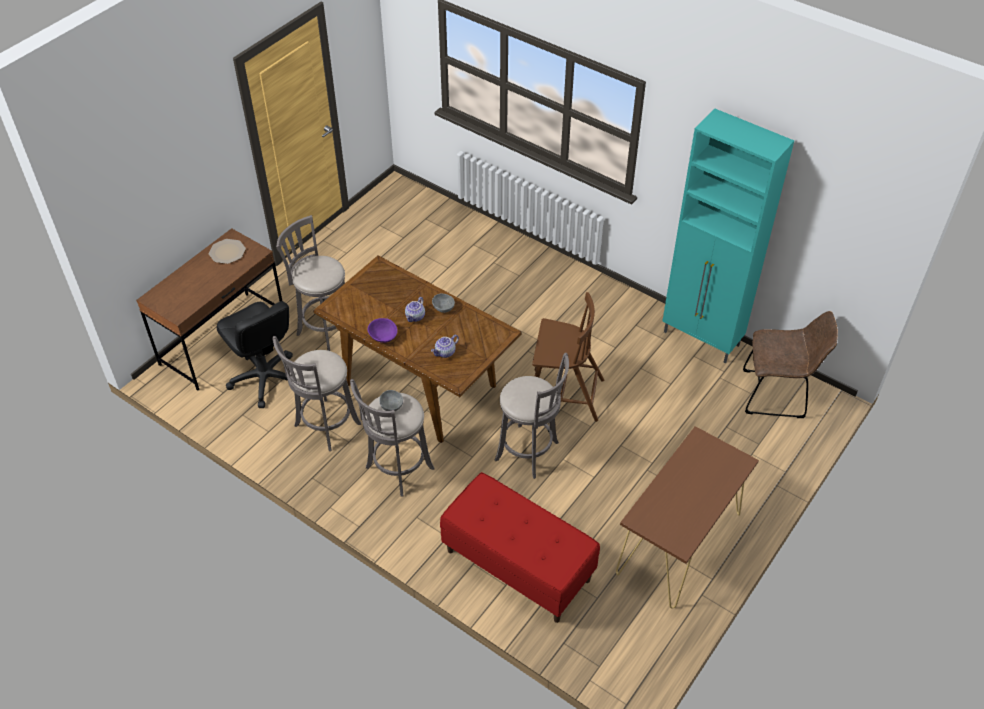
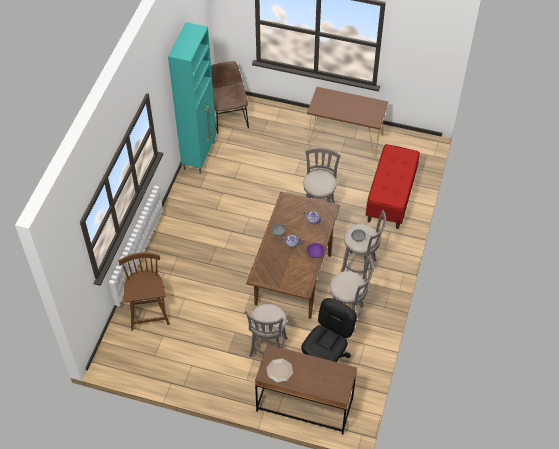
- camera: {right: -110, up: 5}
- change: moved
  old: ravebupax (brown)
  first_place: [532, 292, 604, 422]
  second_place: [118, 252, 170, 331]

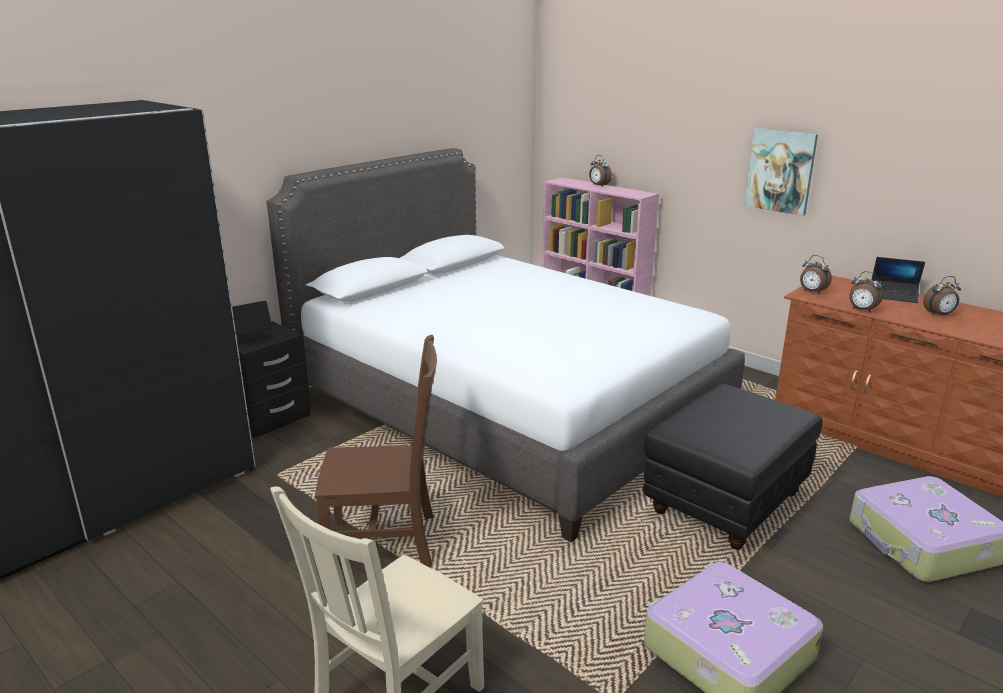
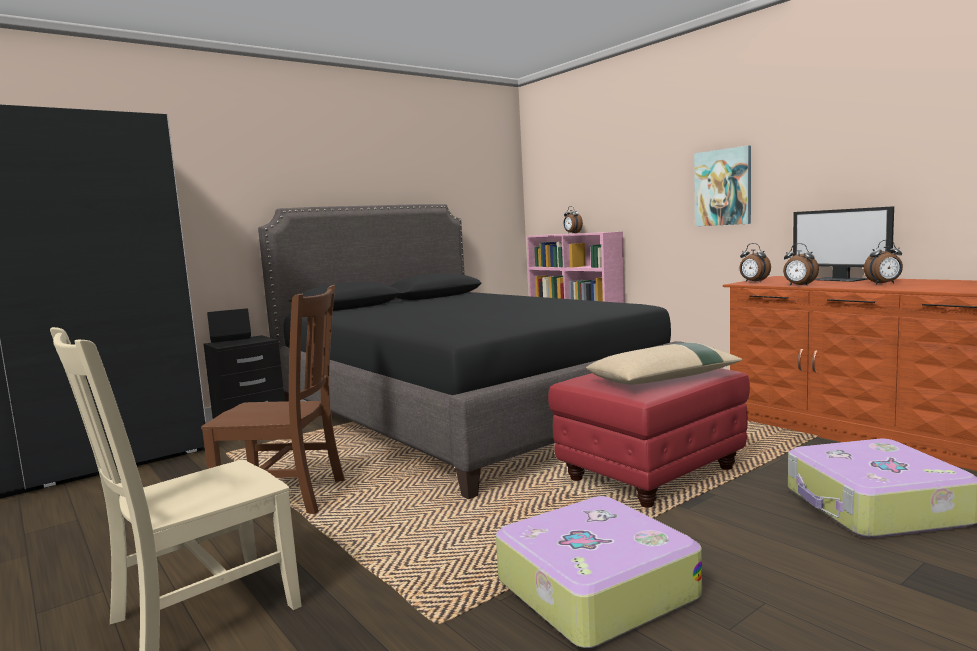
- camera: {right: 10, up: -15}
- change: recoloured
  old: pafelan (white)
  new: pafelan (black)
  first_place: [267, 148, 745, 542]
  second_place: [258, 204, 685, 499]
- change: recoloured
  old: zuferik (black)
  new: zuferik (red)
  first_place: [643, 384, 823, 550]
  second_place: [548, 368, 750, 508]
- change: added
  new: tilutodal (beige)
  second_place: [586, 343, 743, 385]
- change: replaced
  old: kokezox
  new: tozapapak
  first_place: [871, 257, 925, 303]
  second_place: [793, 206, 894, 282]

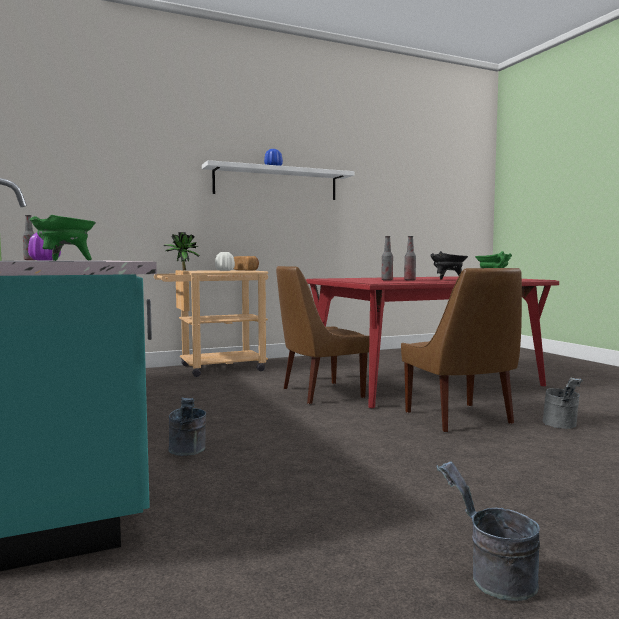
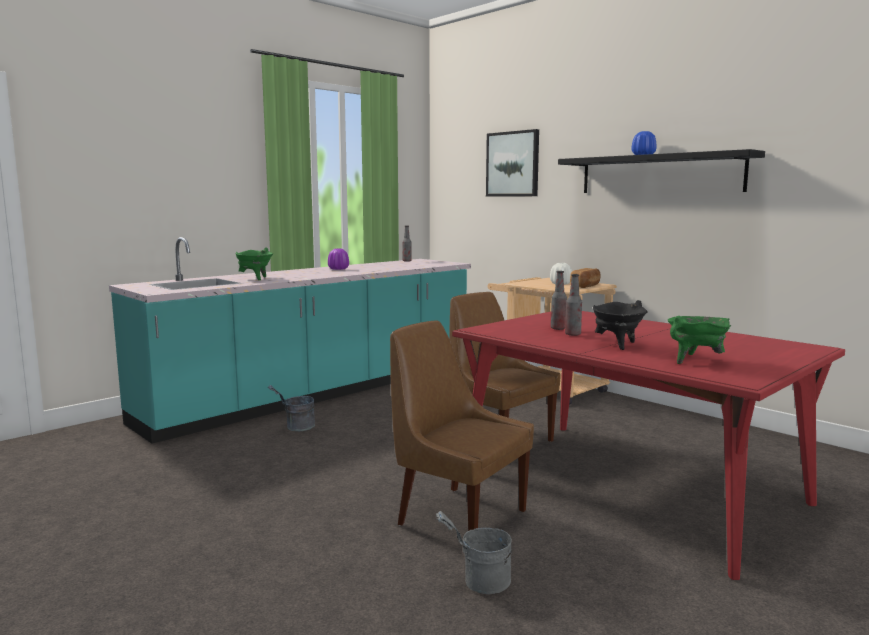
- camera: {right: 70, up: 5}
- change: turned
  old: ravebupax (brown)
  first_place: [401, 268, 522, 432]
  second_place: [390, 320, 534, 531]
  degrees: 75
- change: added
  new: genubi
  second_place: [486, 129, 539, 196]
- change: recoloured
  old: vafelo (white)
  new: vafelo (black)
  first_place: [202, 160, 354, 200]
  second_place: [558, 149, 765, 193]
- change: removed
  old: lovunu
  first_place: [164, 232, 201, 270]
- change: removed
  old: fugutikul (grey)
  first_place: [436, 461, 540, 601]

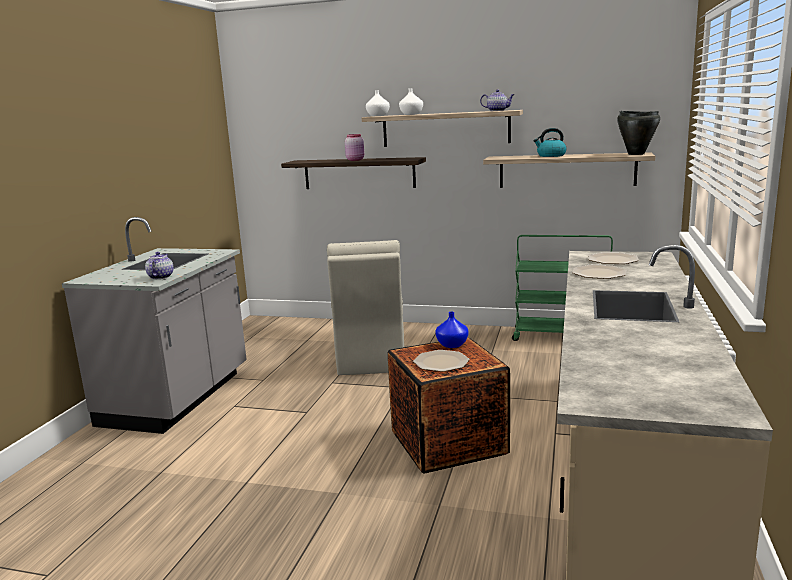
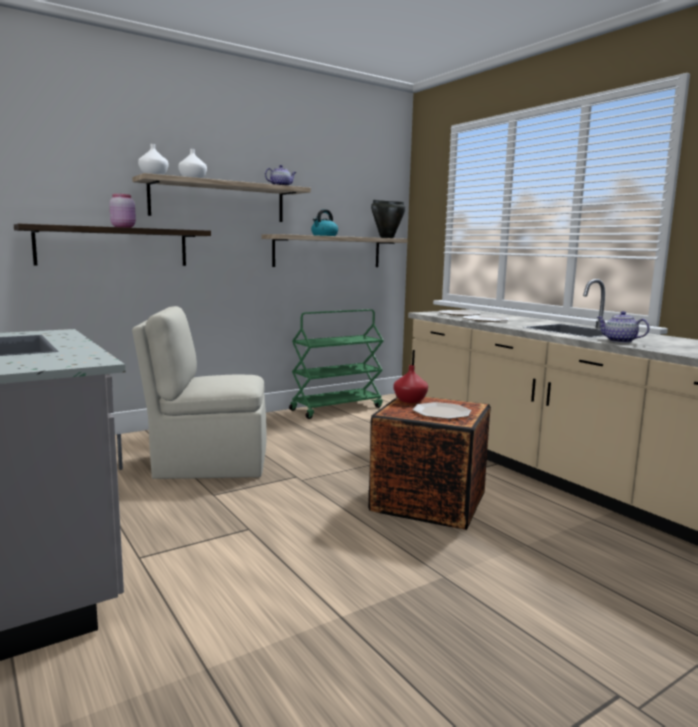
- camera: {right: -50, up: -5}
- change: turned
  old: ravebupax (beige)
  first_place: [327, 240, 404, 375]
  second_place: [132, 306, 267, 479]
  degrees: 135
- change: recoloured
  old: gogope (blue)
  new: gogope (red)
  first_place: [435, 312, 469, 348]
  second_place: [394, 365, 428, 403]
- change: moved
  old: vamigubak
  first_place: [145, 252, 174, 279]
  second_place: [597, 311, 650, 343]

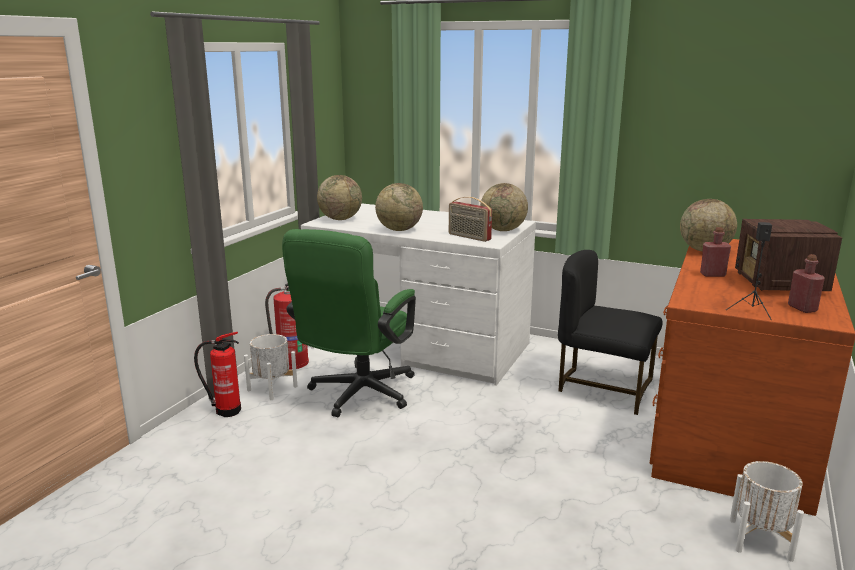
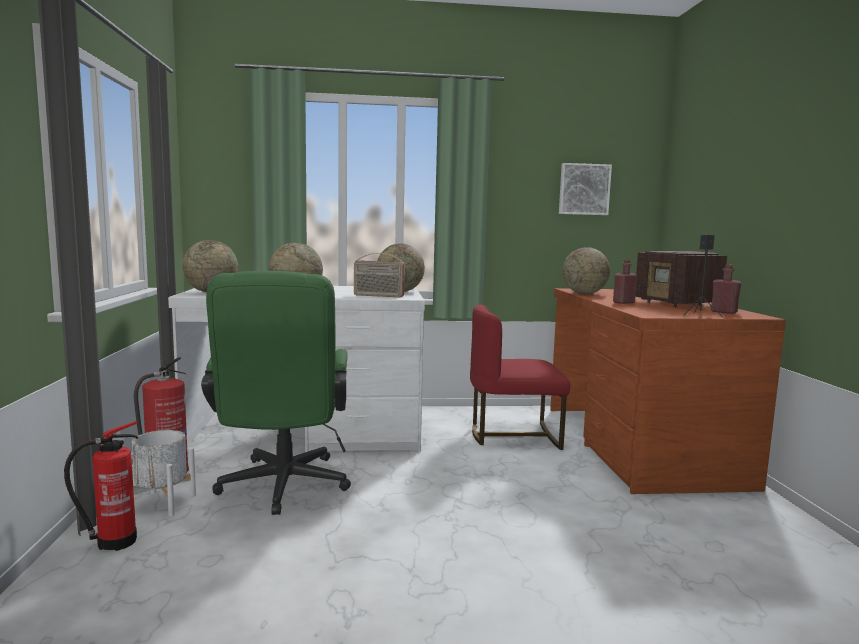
- camera: {right: -30, up: -10}
- change: recoloured
  old: ravebupax (black)
  new: ravebupax (red)
  first_place: [558, 250, 662, 415]
  second_place: [470, 305, 570, 450]
- change: added
  new: genubi
  second_place: [559, 163, 612, 215]
- change: removed
  old: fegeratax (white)
  first_place: [730, 461, 804, 562]

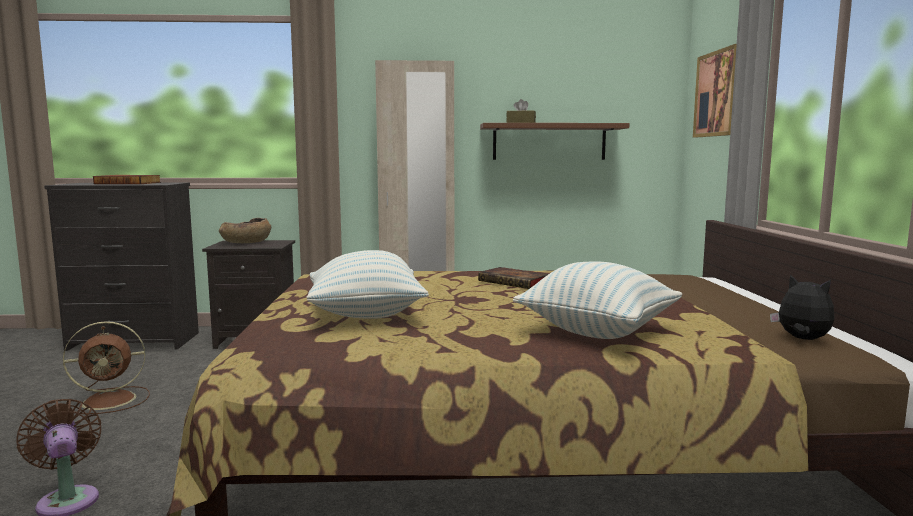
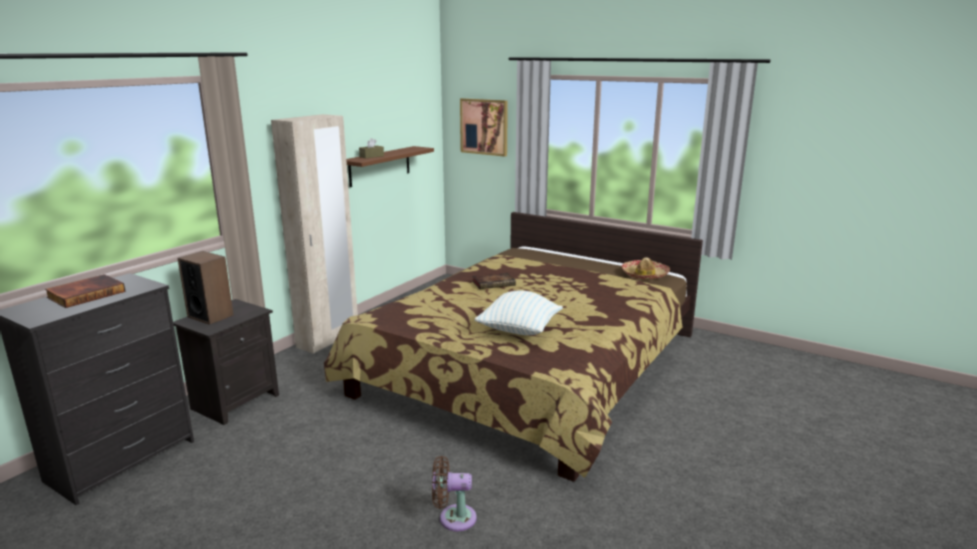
- camera: {right: -55, up: 10}
- change: replaced
  old: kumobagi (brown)
  new: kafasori
  first_place: [219, 218, 271, 243]
  second_place: [178, 251, 234, 325]
- change: replaced
  old: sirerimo
  new: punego
  first_place: [770, 274, 835, 340]
  second_place: [622, 258, 670, 280]
- change: removed
  old: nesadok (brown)
  first_place: [63, 321, 150, 414]
- change: removed
  old: tilutodal
  first_place: [513, 261, 682, 339]

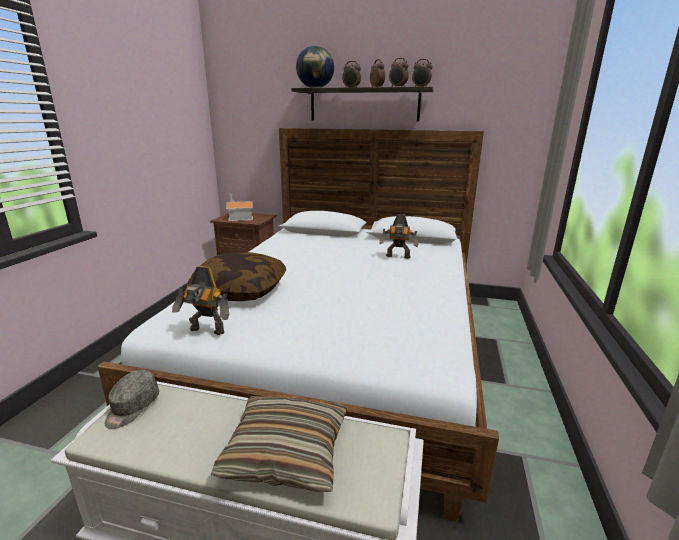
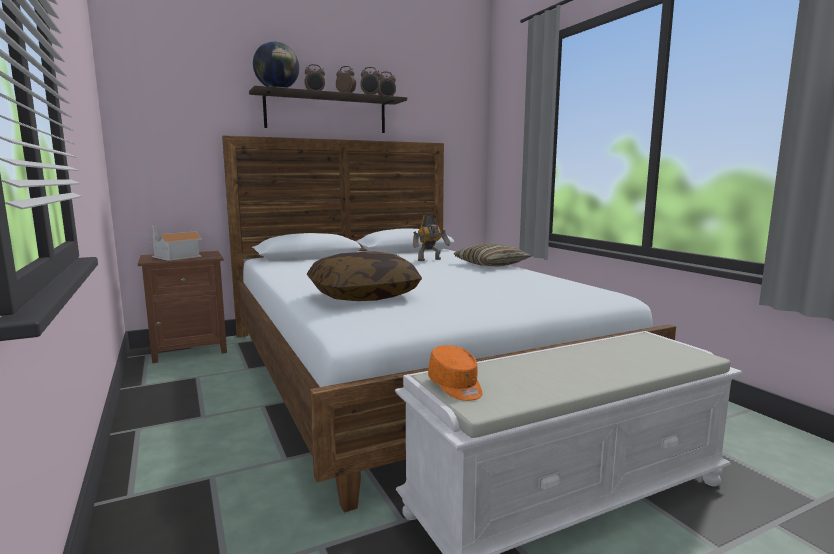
- camera: {right: -40, up: -10}
- change: recoloured
  old: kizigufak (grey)
  new: kizigufak (orange)
  first_place: [105, 370, 159, 429]
  second_place: [428, 345, 482, 401]
- change: moved
  old: tilutodal
  first_place: [211, 396, 347, 492]
  second_place: [454, 243, 532, 267]
- change: removed
  old: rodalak
  first_place: [172, 266, 229, 335]

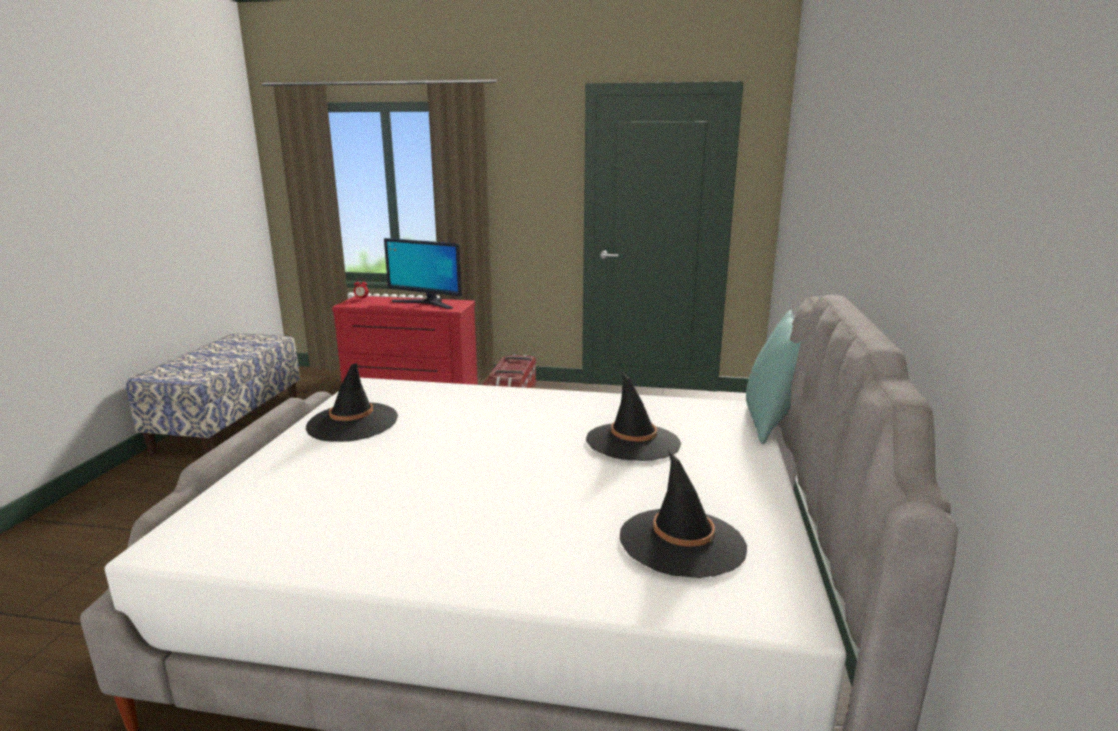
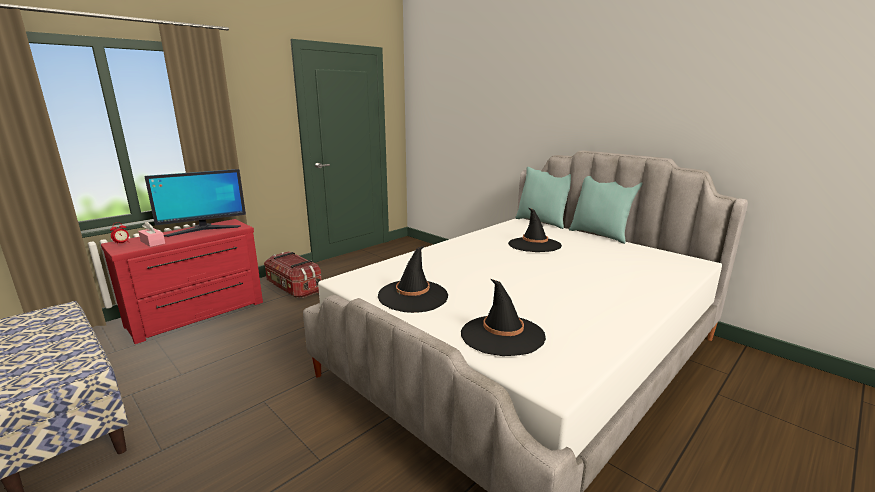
- camera: {right: -55, up: 0}
- change: added
  new: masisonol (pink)
  second_place: [138, 221, 165, 247]
- change: moved
  old: punego (black)
  first_place: [620, 450, 747, 578]
  second_place: [461, 279, 546, 356]
- change: added
  new: tilutodal (turquoise)
  second_place: [569, 176, 643, 244]

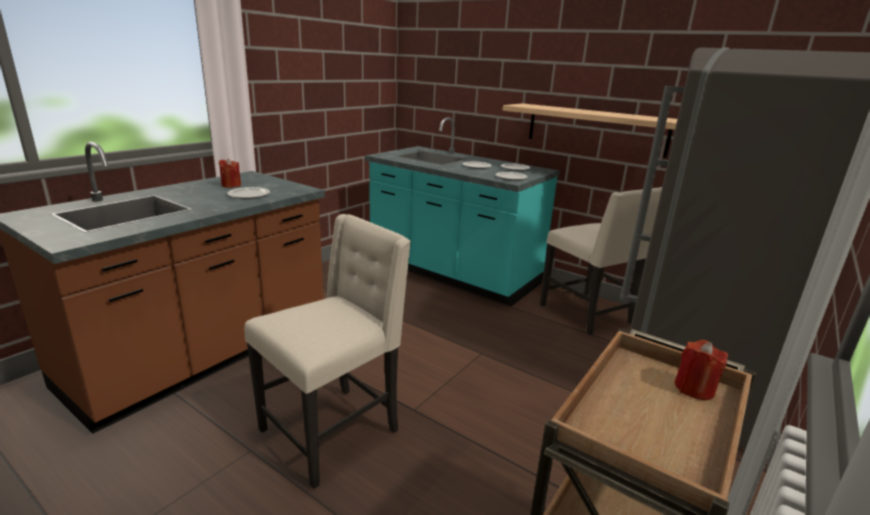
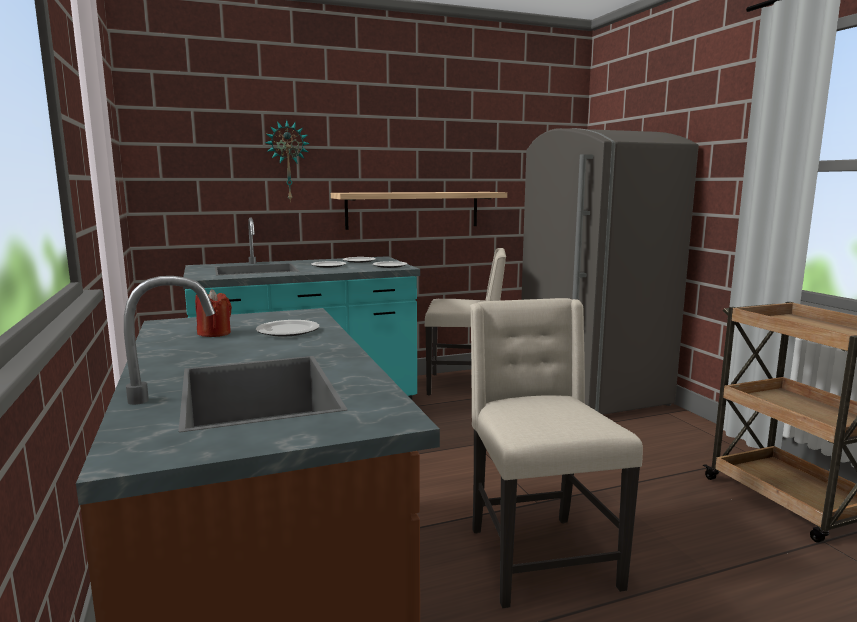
- camera: {right: -55, up: -10}
- change: added
  new: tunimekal
  second_place: [265, 120, 310, 202]
- change: removed
  old: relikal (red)
  first_place: [674, 340, 728, 400]

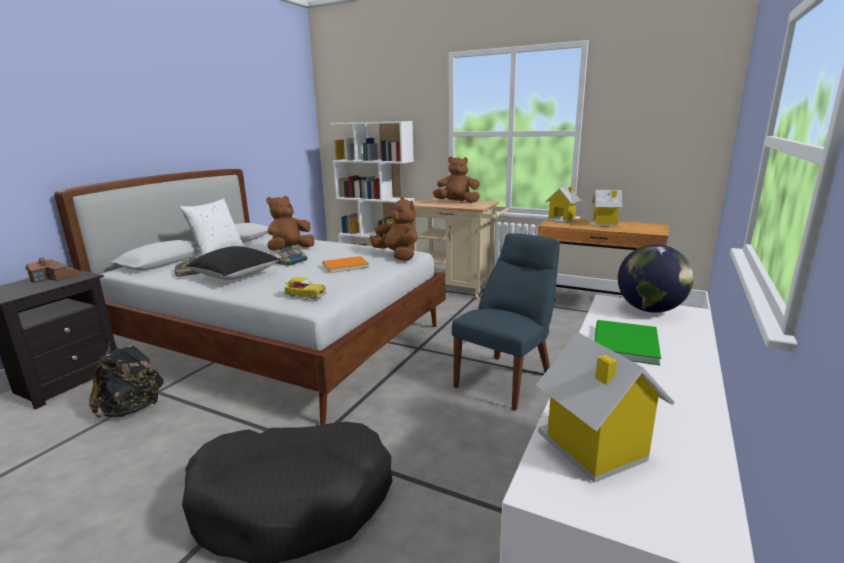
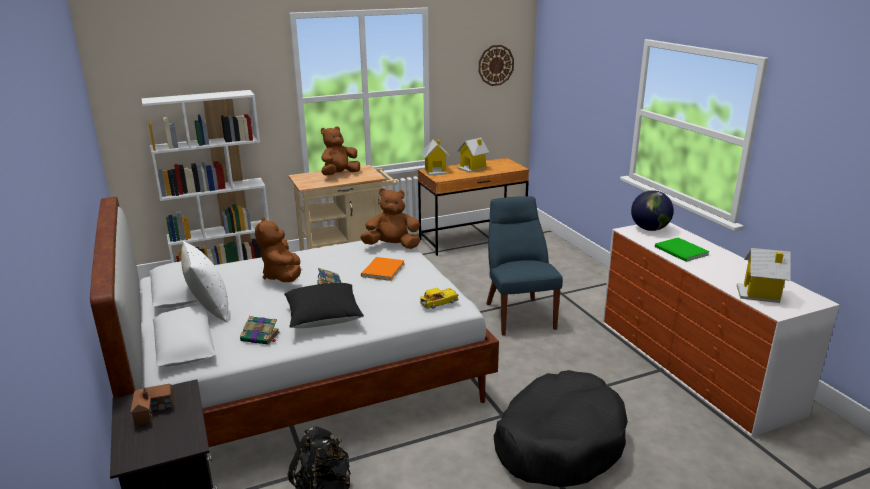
- camera: {right: -50, up: 5}
- change: added
  new: tunimekal
  second_place: [479, 45, 514, 86]

